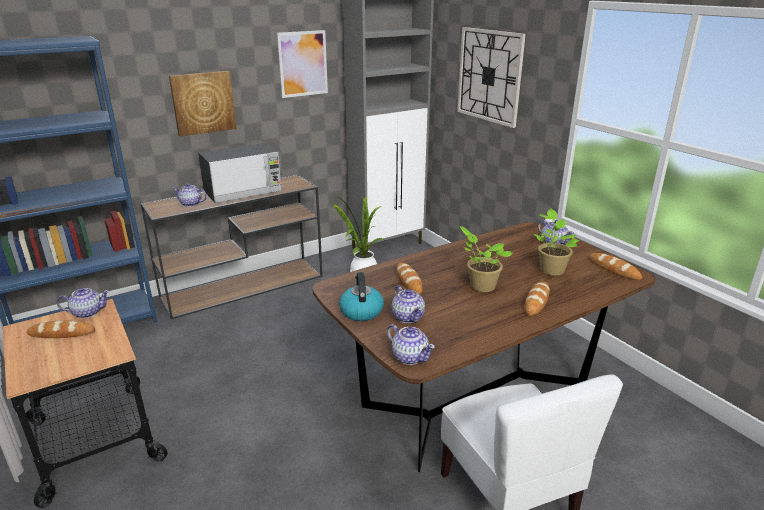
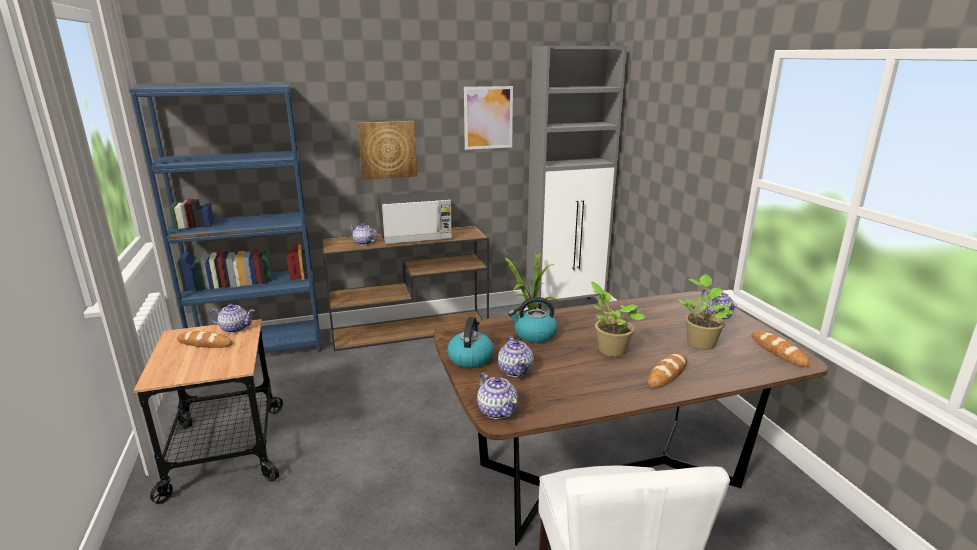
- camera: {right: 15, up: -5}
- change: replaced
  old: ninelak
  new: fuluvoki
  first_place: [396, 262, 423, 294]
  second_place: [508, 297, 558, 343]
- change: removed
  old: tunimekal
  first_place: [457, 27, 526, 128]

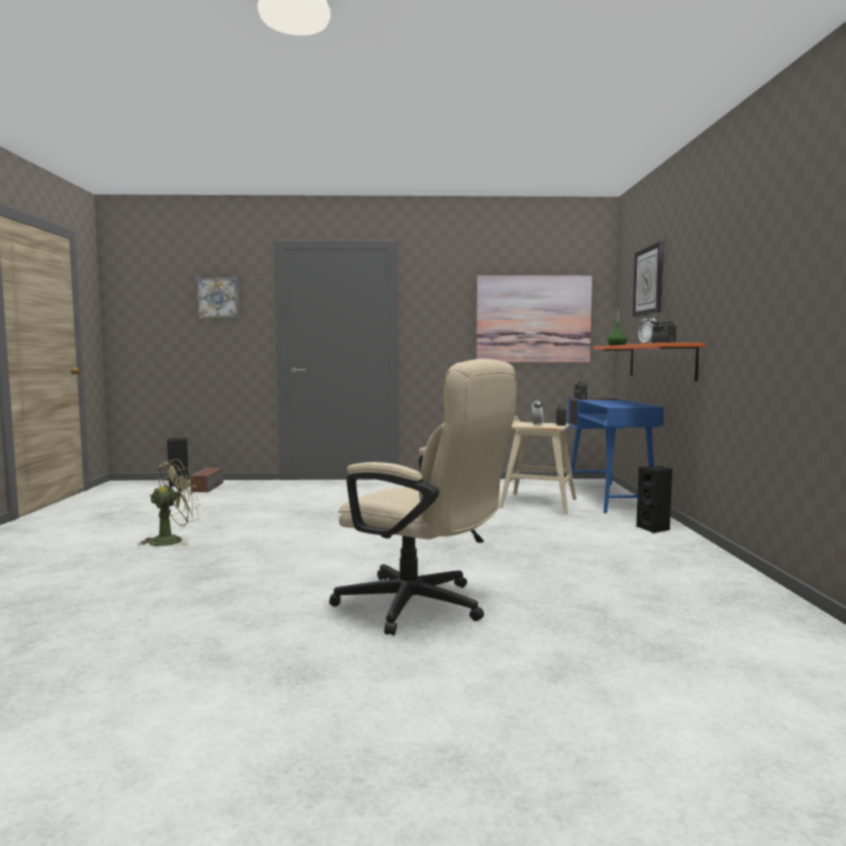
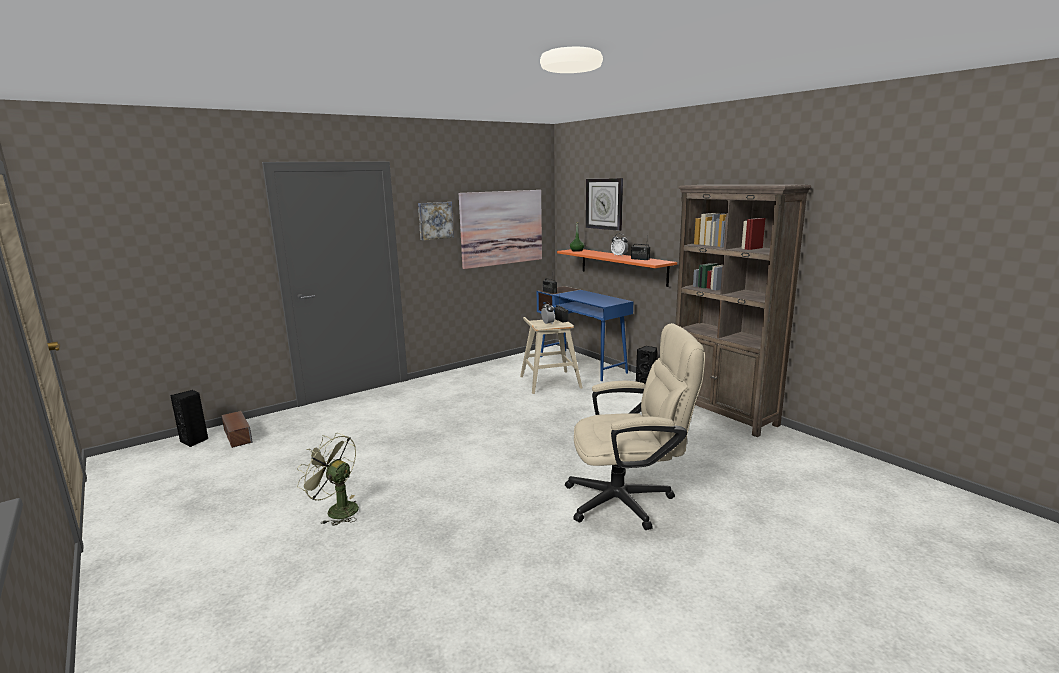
- camera: {right: -35, up: 10}
- change: turned
  old: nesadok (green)
  first_place: [137, 459, 201, 546]
  second_place: [297, 433, 359, 526]
  degrees: -75
- change: moved
  old: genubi
  first_place: [197, 278, 239, 319]
  second_place: [418, 202, 454, 240]
- change: added
  new: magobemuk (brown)
  second_place: [676, 184, 811, 437]

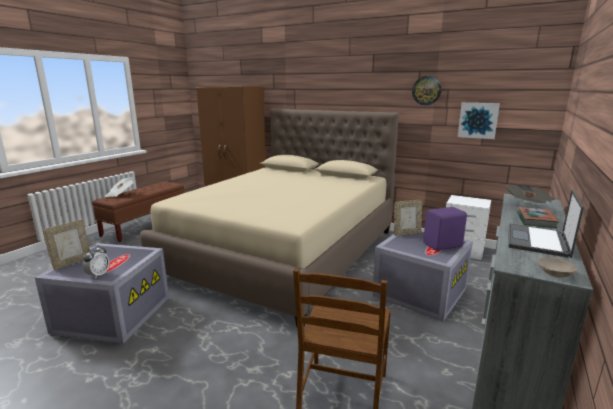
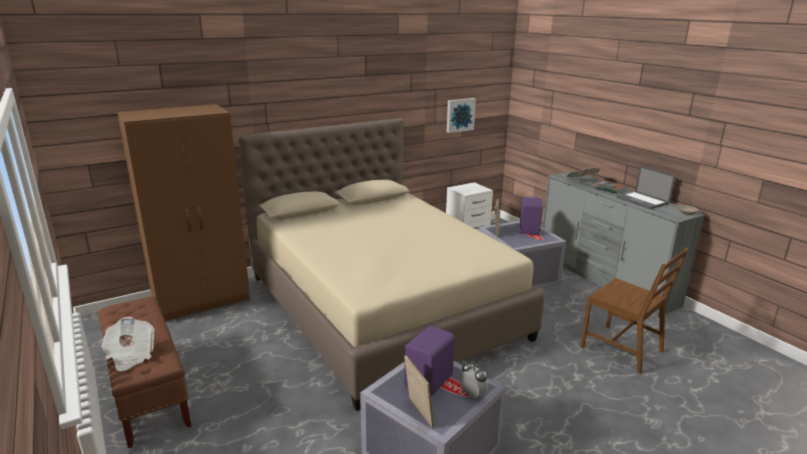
- camera: {right: -60, up: 5}
- change: added
  new: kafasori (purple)
  second_place: [404, 326, 455, 396]
- change: removed
  old: tunimekal
  first_place: [412, 76, 442, 105]

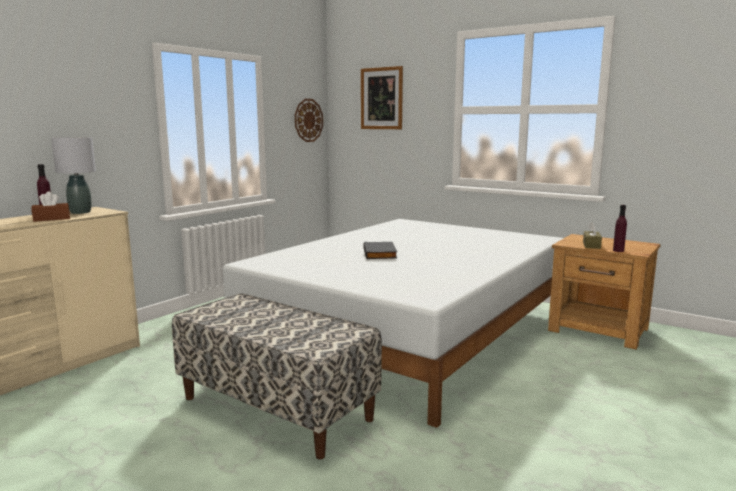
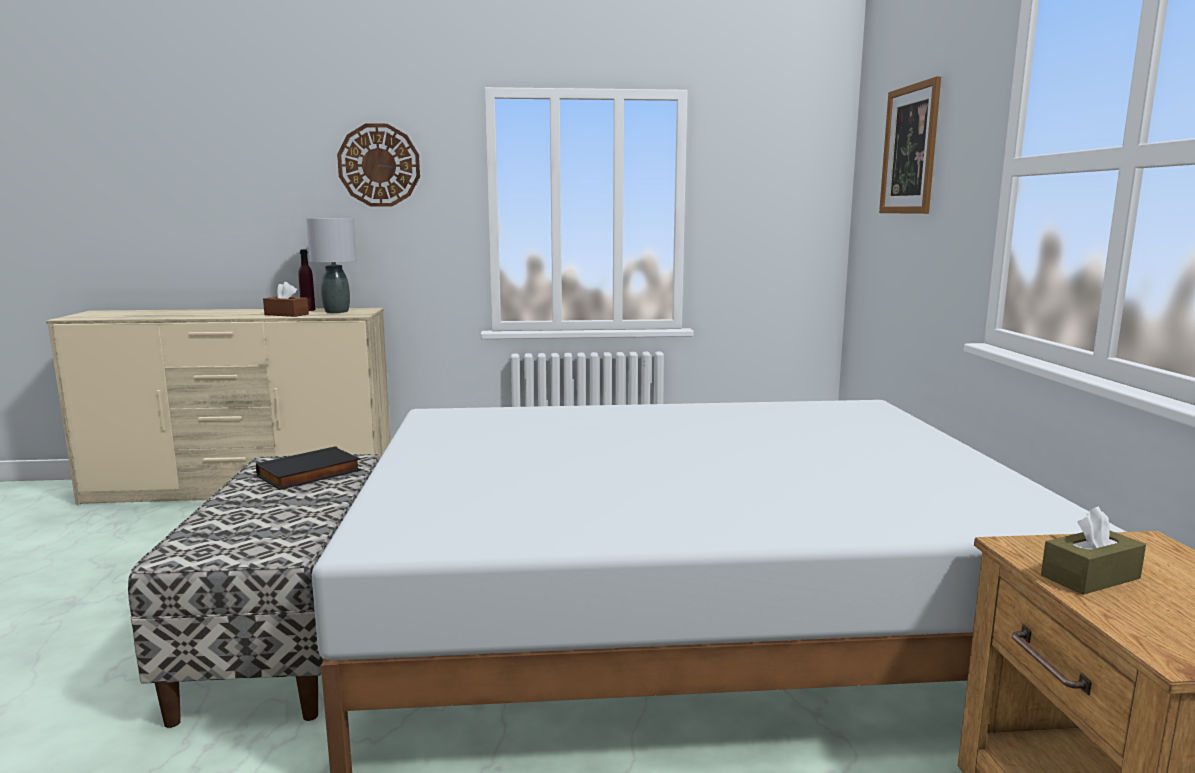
- camera: {right: 50, up: 0}
- change: moved
  old: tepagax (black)
  first_place: [363, 242, 397, 259]
  second_place: [256, 446, 361, 490]
- change: moved
  old: tunimekal
  first_place: [295, 99, 323, 142]
  second_place: [337, 123, 420, 207]
- change: removed
  old: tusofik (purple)
  first_place: [613, 205, 627, 252]

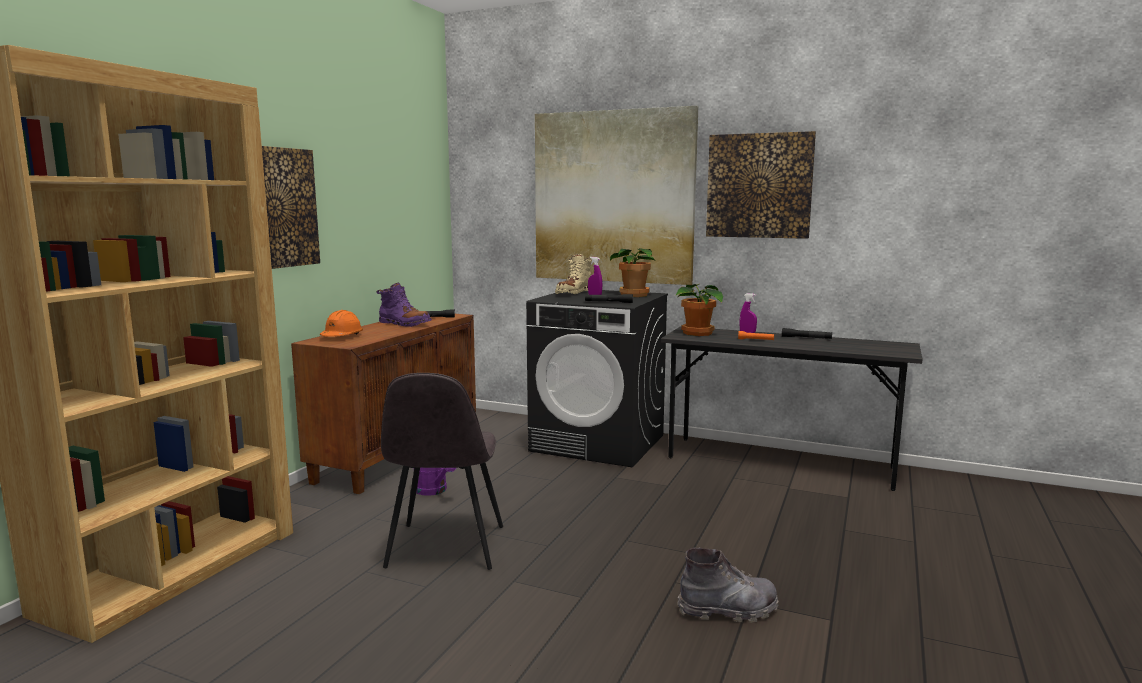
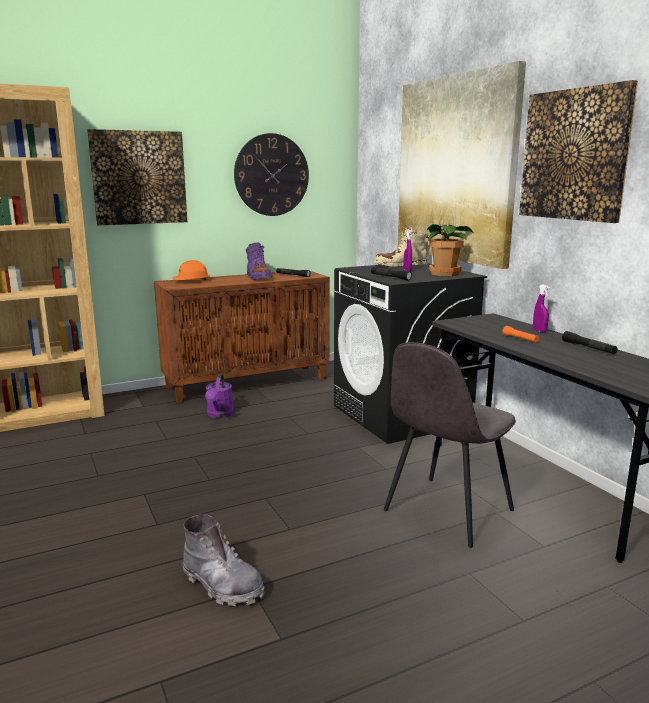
- camera: {right: 40, up: 5}
- change: added
  new: tunimekal
  second_place: [234, 133, 309, 216]
- change: moved
  old: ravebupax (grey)
  first_place: [381, 373, 503, 570]
  second_place: [384, 342, 516, 548]
- change: removed
  old: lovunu
  first_place: [676, 284, 723, 336]

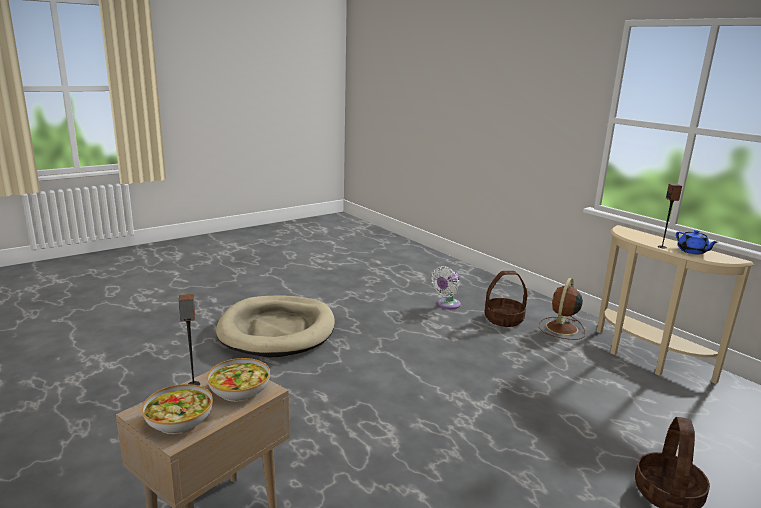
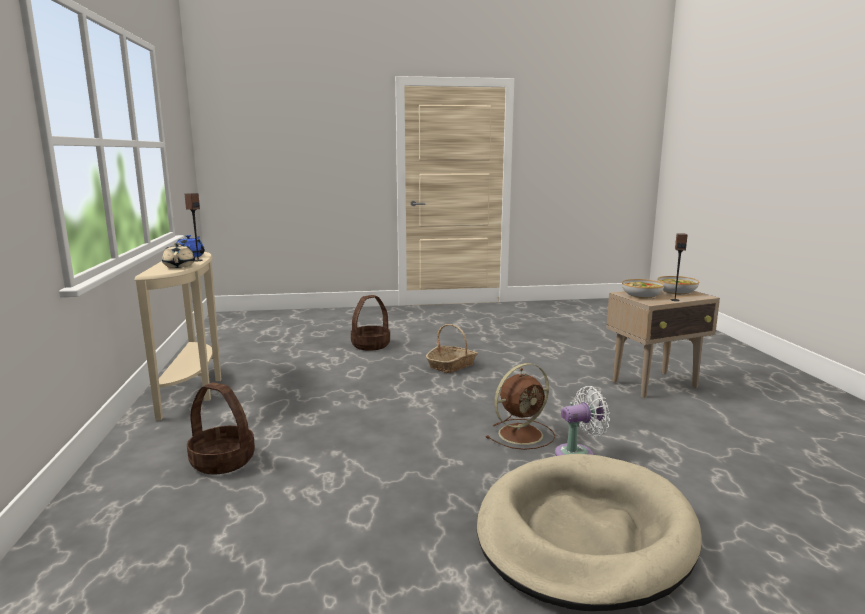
- camera: {right: -150, up: -5}
- change: added
  new: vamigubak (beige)
  second_place: [162, 243, 195, 268]
- change: added
  new: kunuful
  second_place: [426, 324, 478, 373]
- change: moved
  old: nesadok (brown)
  first_place: [539, 278, 585, 340]
  second_place: [486, 363, 555, 450]
- change: moved
  old: nesadok (white)
  first_place: [431, 266, 461, 309]
  second_place: [555, 386, 610, 456]

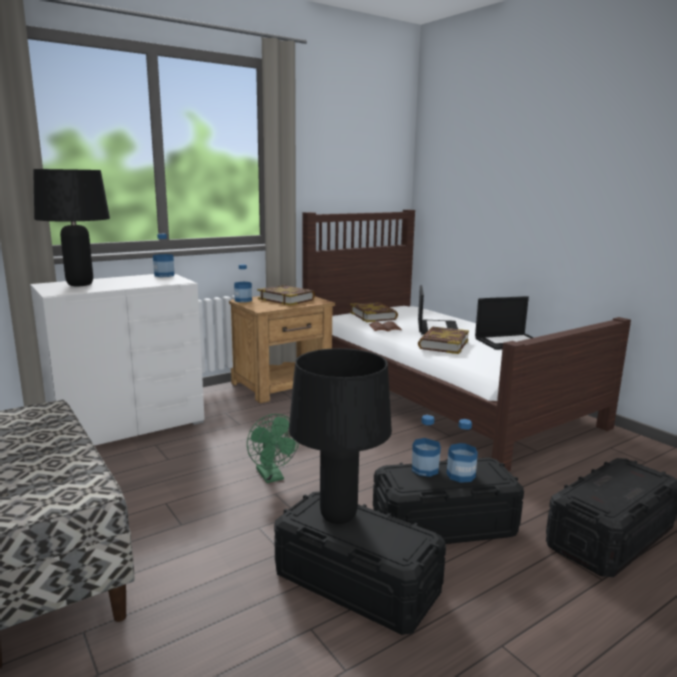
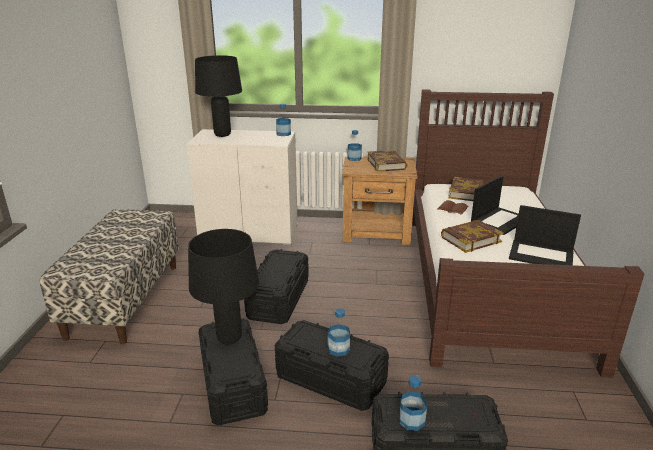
- camera: {right: 40, up: 10}
- change: replaced
  old: nesadok (green)
  new: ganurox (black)
  first_place: [247, 414, 299, 483]
  second_place: [244, 249, 309, 324]
- change: moved
  old: tusofik
  first_place: [412, 415, 441, 477]
  second_place: [399, 375, 428, 431]

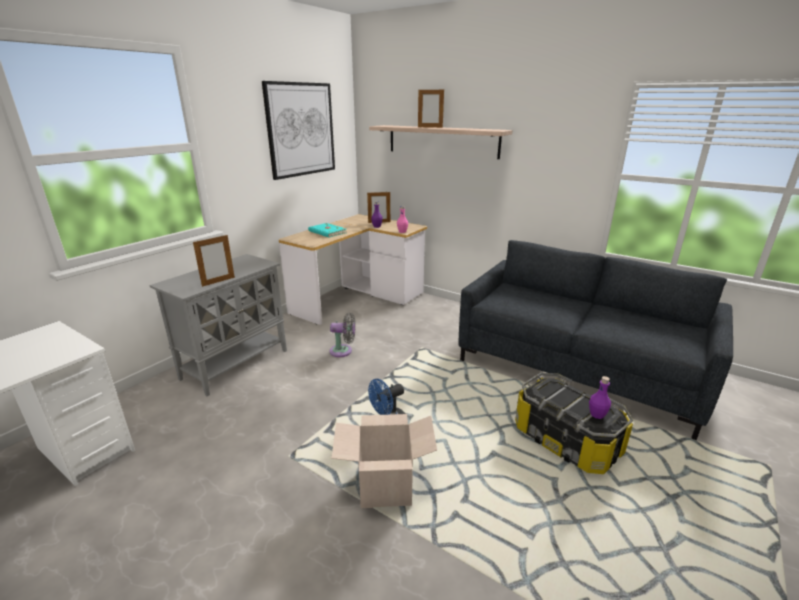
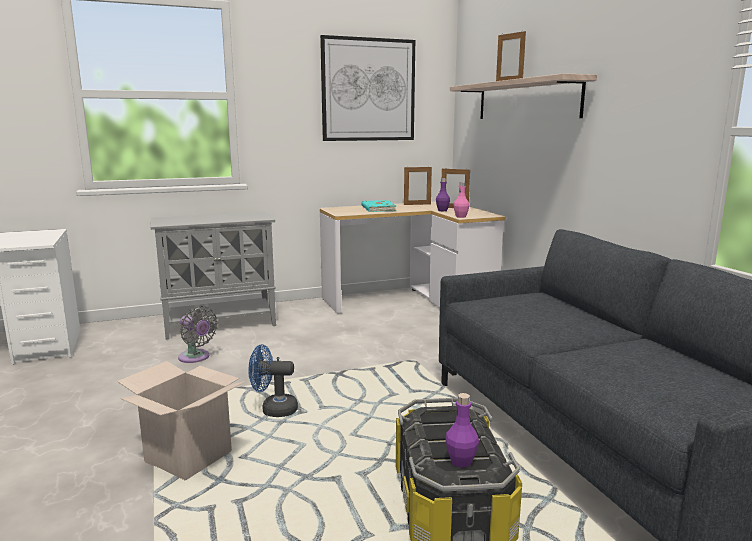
- camera: {right: 35, up: -10}
- change: moved
  old: nesadok (grey)
  first_place: [329, 313, 356, 357]
  second_place: [178, 306, 218, 363]
- change: moved
  old: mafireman
  first_place: [193, 234, 235, 287]
  second_place: [404, 167, 432, 205]

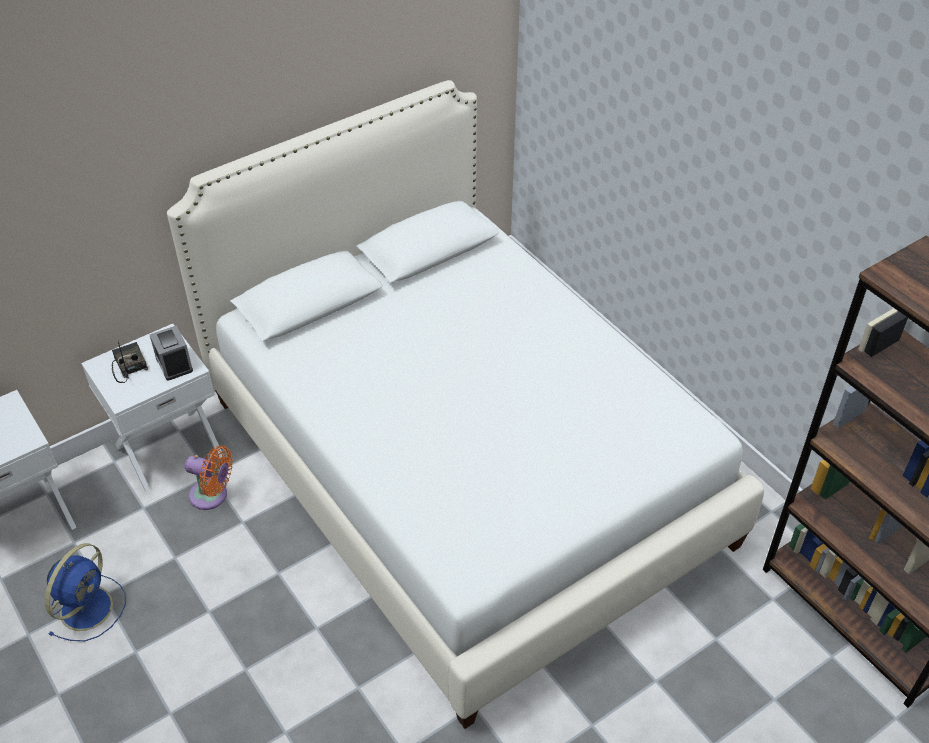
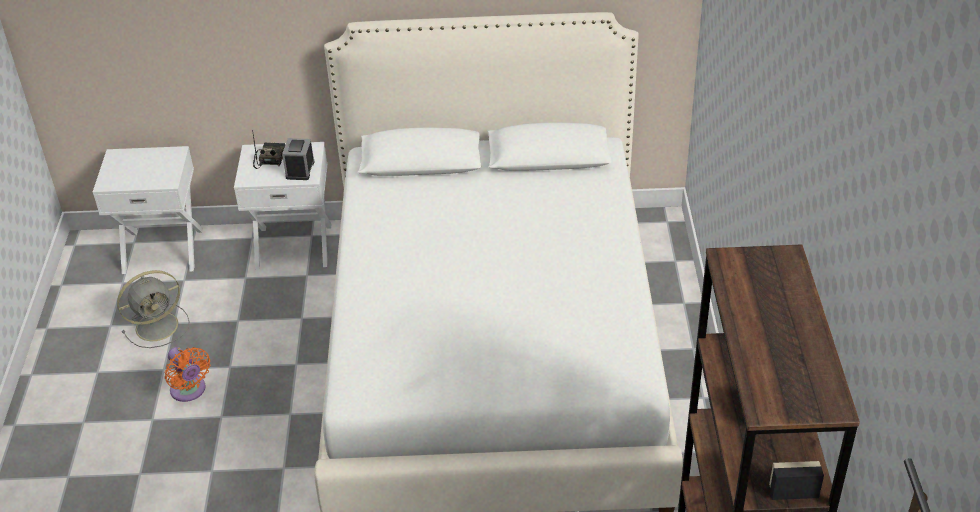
- camera: {right: 35, up: -5}
- change: recoloured
  old: nesadok (blue)
  new: nesadok (grey)
  first_place: [45, 543, 126, 641]
  second_place: [117, 270, 189, 348]
- change: moved
  old: nesadok (orange)
  first_place: [185, 445, 233, 510]
  second_place: [165, 347, 210, 402]

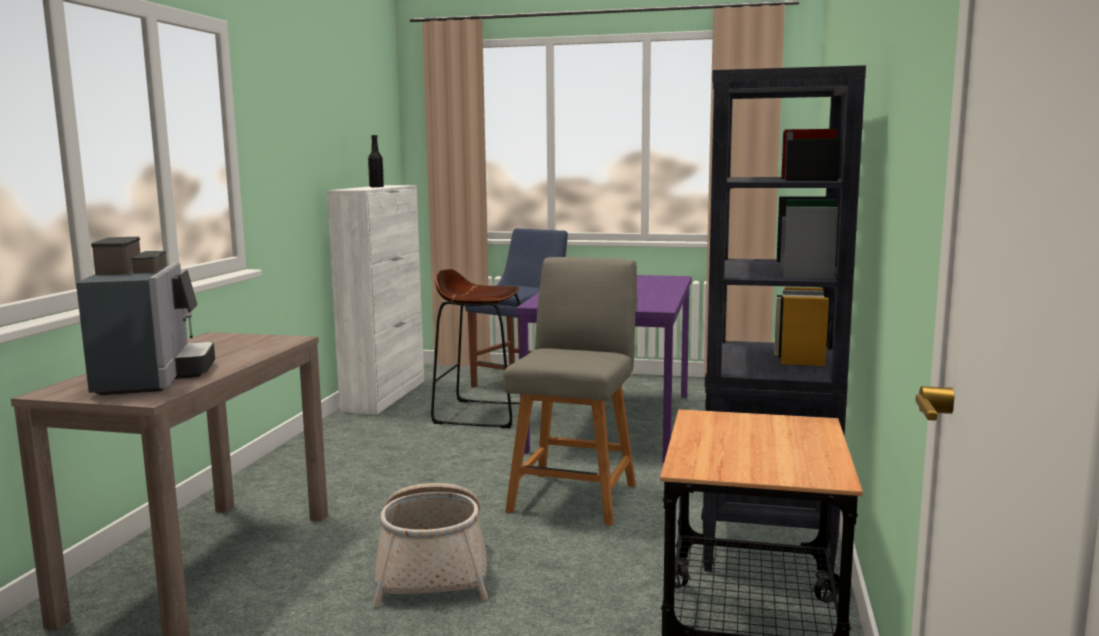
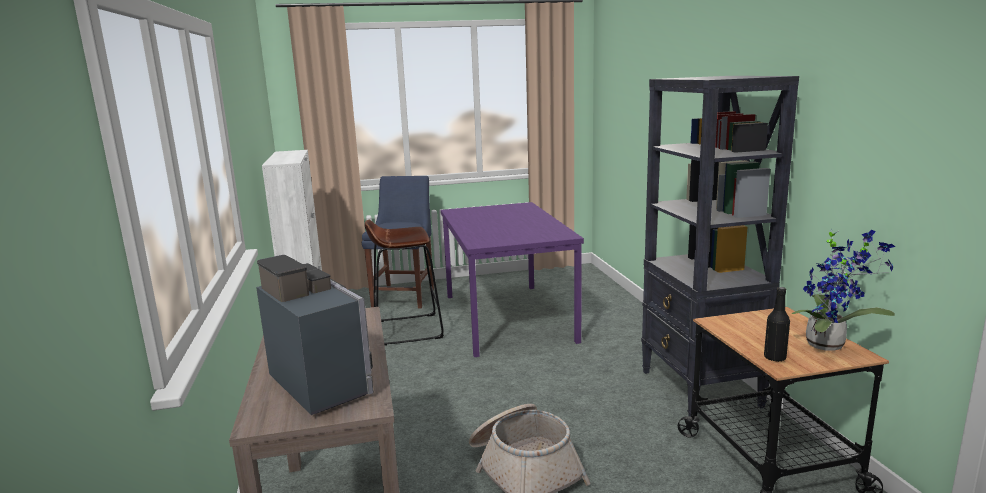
- camera: {right: -25, up: 5}
- change: moved
  old: tusofik (black)
  first_place: [368, 135, 384, 187]
  second_place: [764, 287, 790, 362]
- change: added
  new: lovunu
  second_place: [791, 229, 895, 351]
- change: removed
  old: ravebupax (grey)
  first_place: [503, 257, 638, 526]

